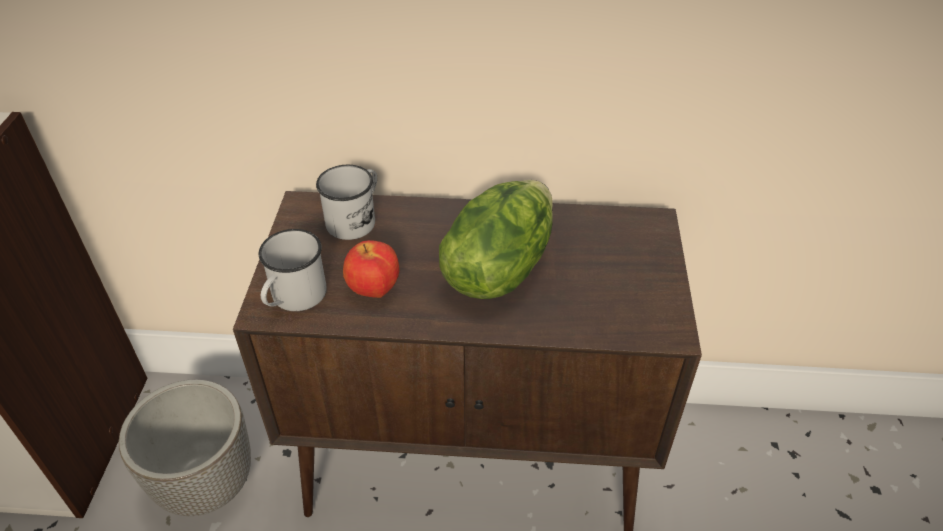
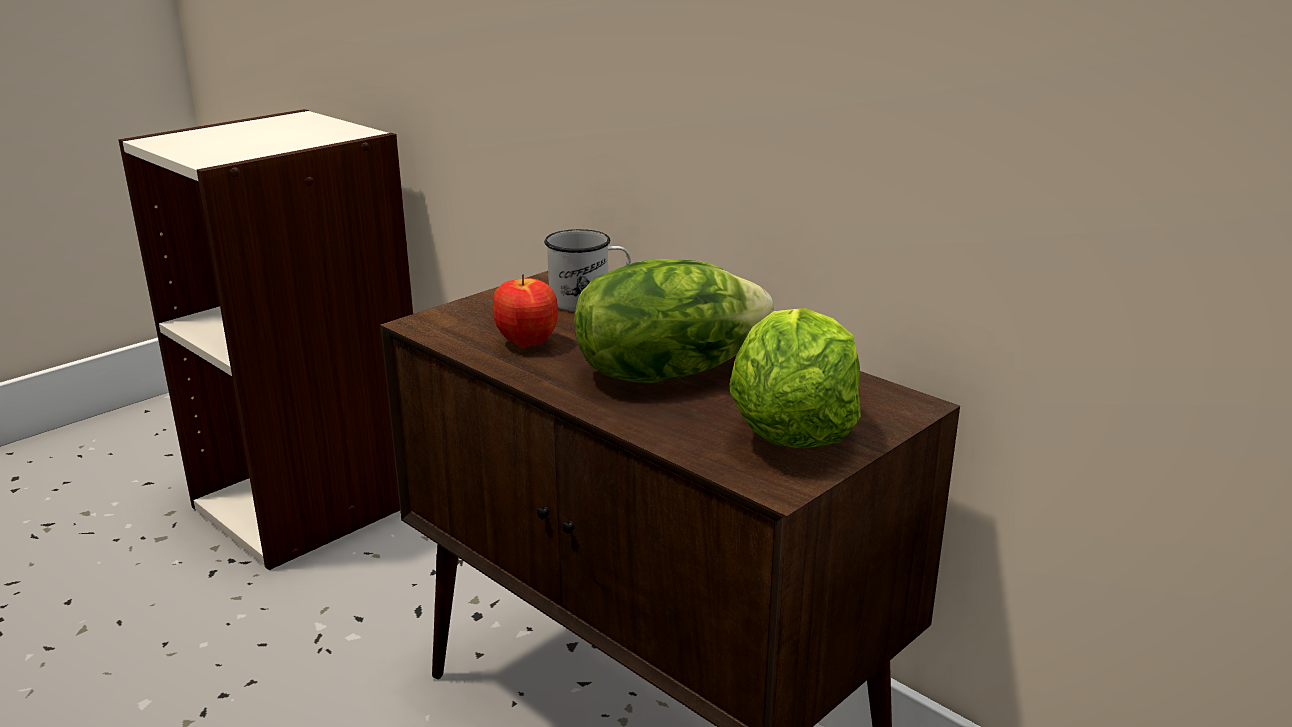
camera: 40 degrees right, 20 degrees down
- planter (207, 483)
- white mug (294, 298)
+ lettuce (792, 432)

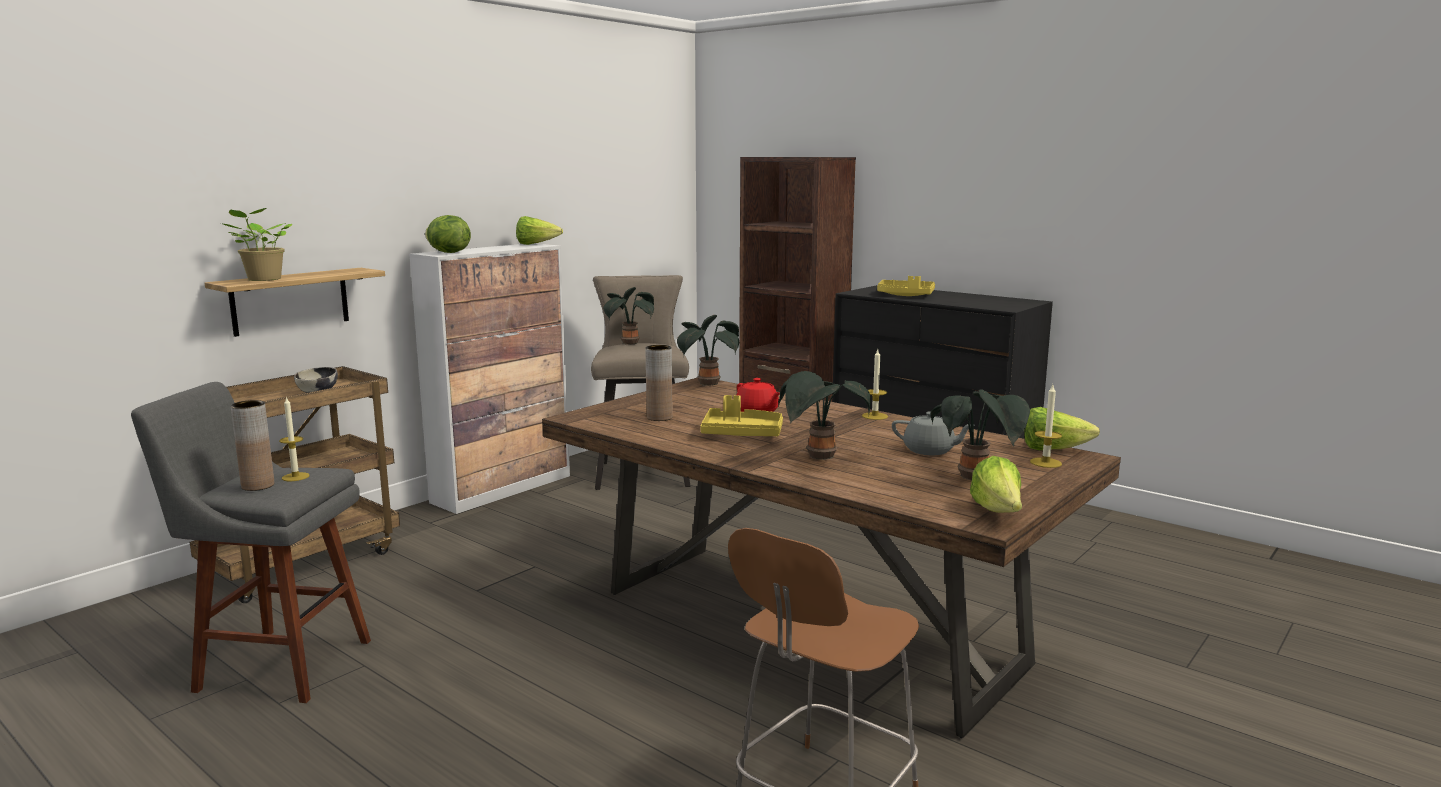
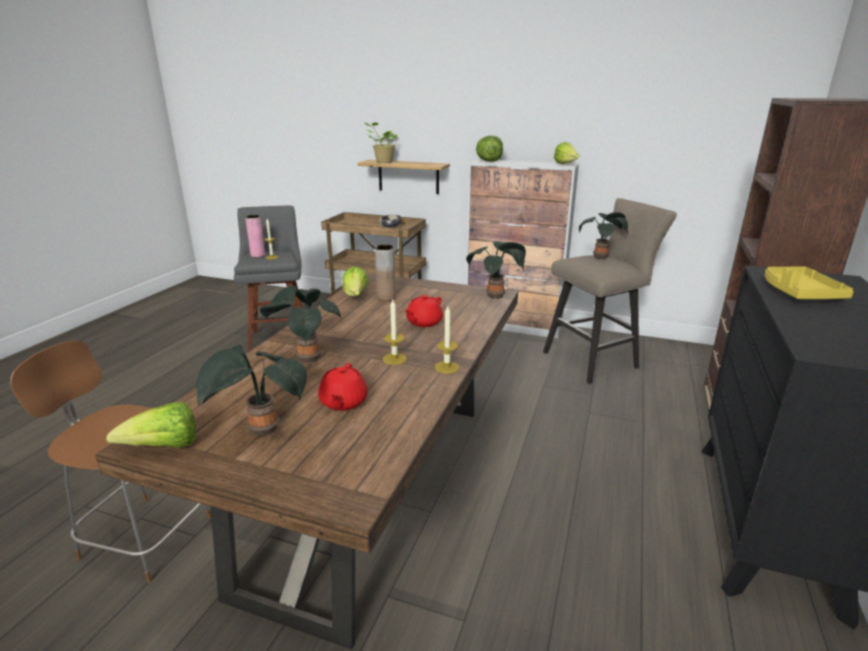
camera: 70 degrees right, 10 degrees up
- yellow tray (742, 434)
~ lettuce (1053, 450) to (356, 296)
~ candle (1045, 463) to (394, 359)
~ brown vase (258, 486) to pink vase (258, 255)
~ grey teapot (930, 451) to red teapot (343, 402)

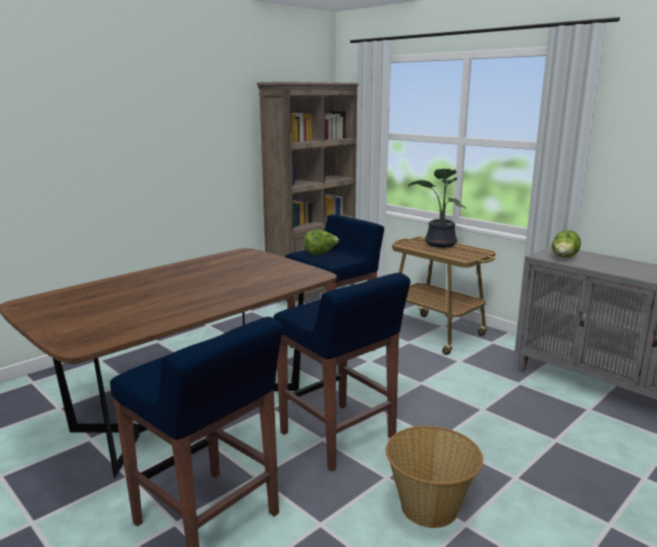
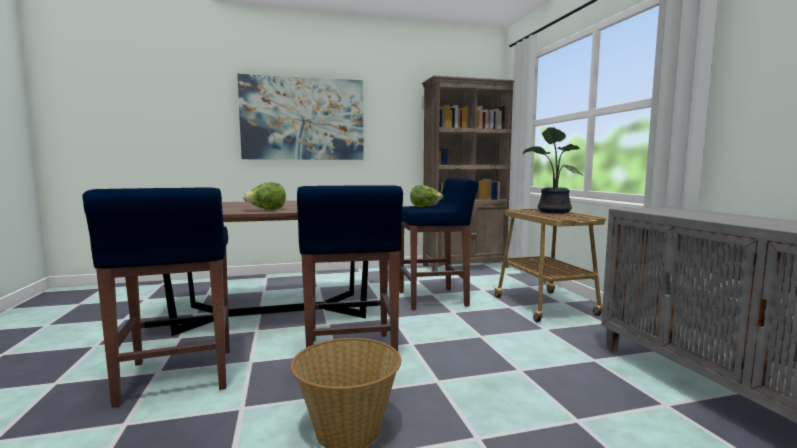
camera: 30 degrees right, 10 degrees down
+ picture (303, 119)
~ lettuce (564, 258) to (266, 210)

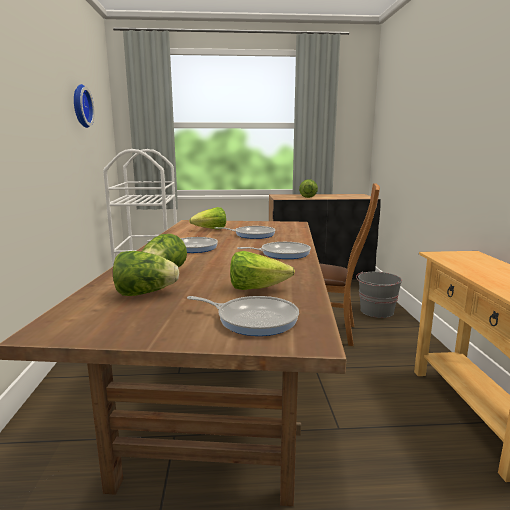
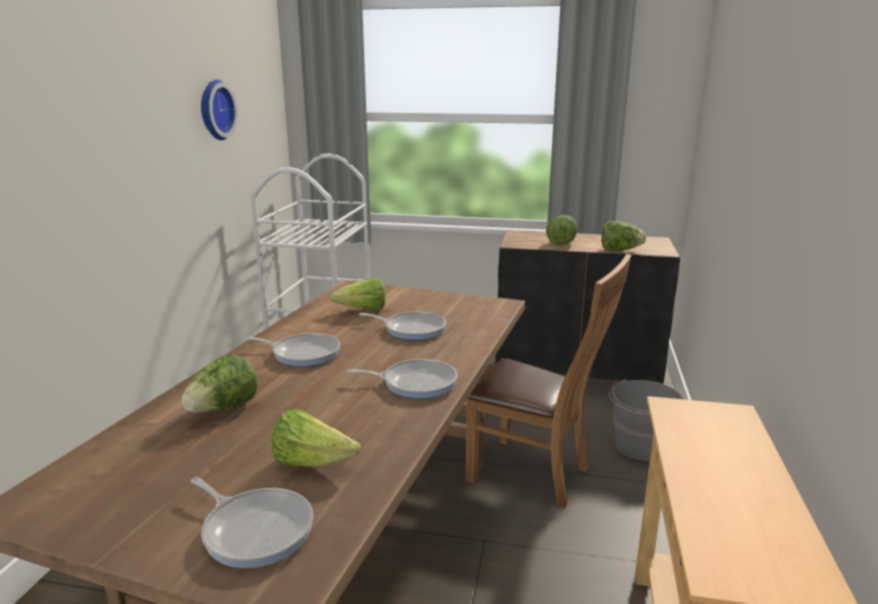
camera: 15 degrees right, 5 degrees up
~ lettuce (145, 293) to (620, 250)

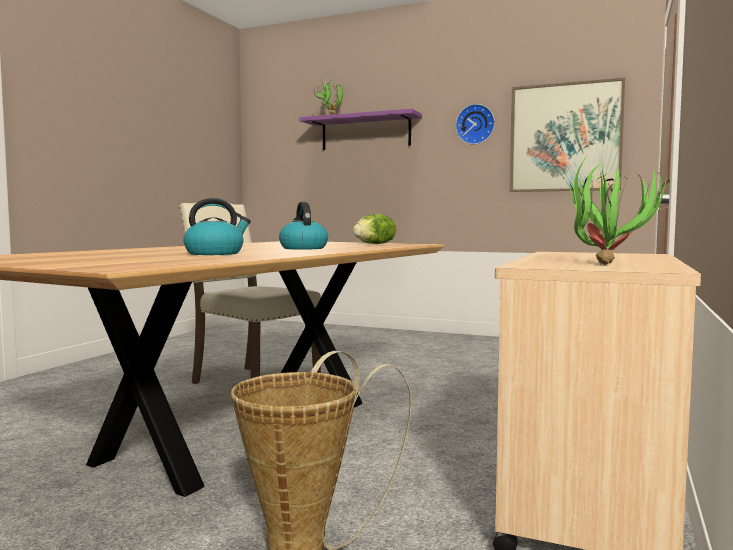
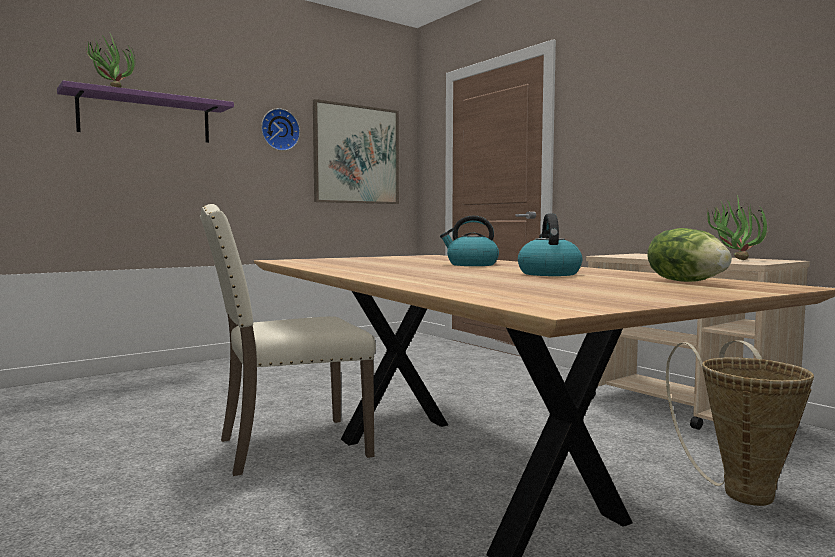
camera: 60 degrees left, 0 degrees up
~ lettuce (375, 244) to (686, 282)

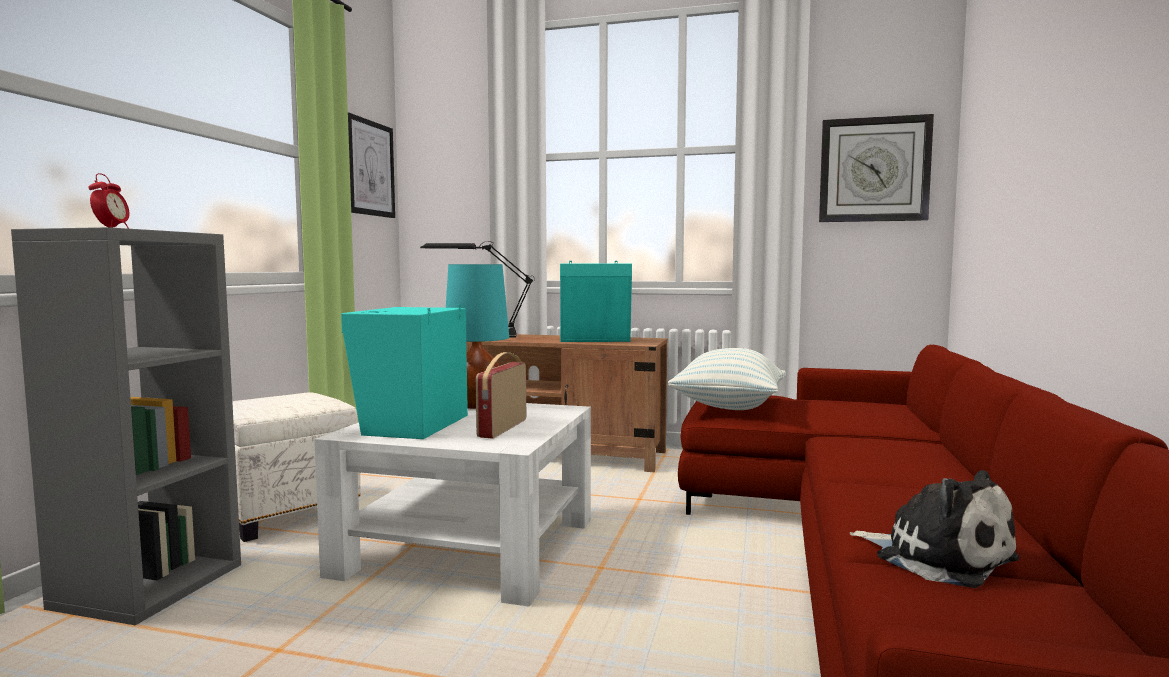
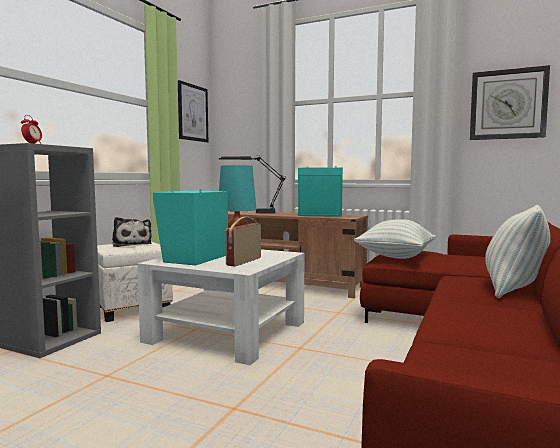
camera: 10 degrees right, 0 degrees up
+ pillow (514, 289)
~ plush toy (937, 557) to (131, 244)

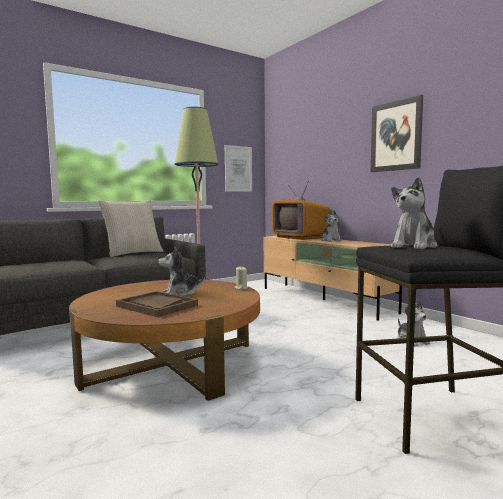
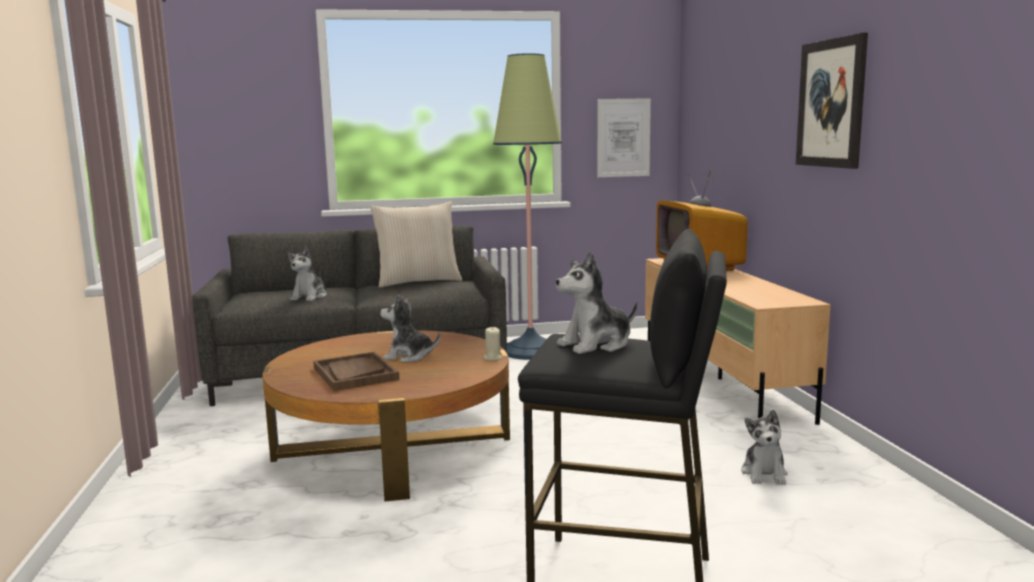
camera: 25 degrees right, 5 degrees up
~ plush toy (331, 240) to (309, 297)

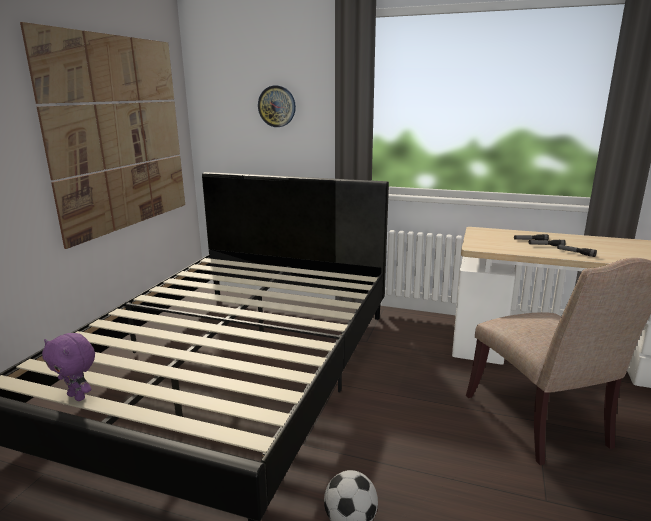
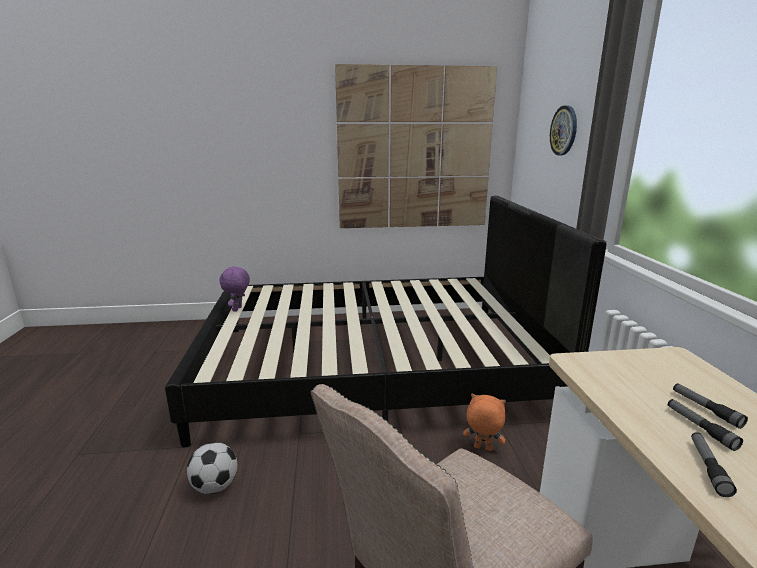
camera: 65 degrees right, 0 degrees up
+ orange plush toy (482, 448)

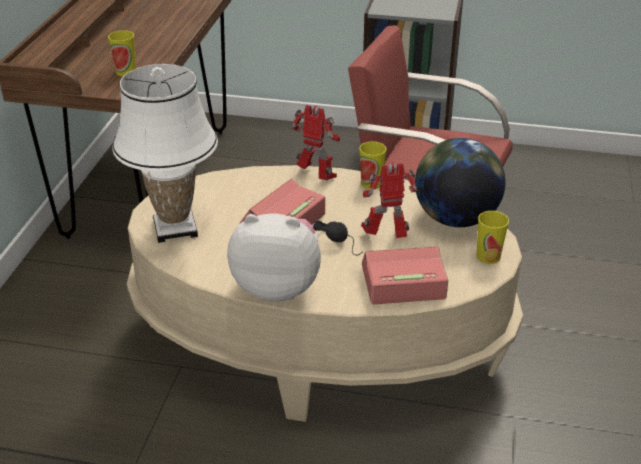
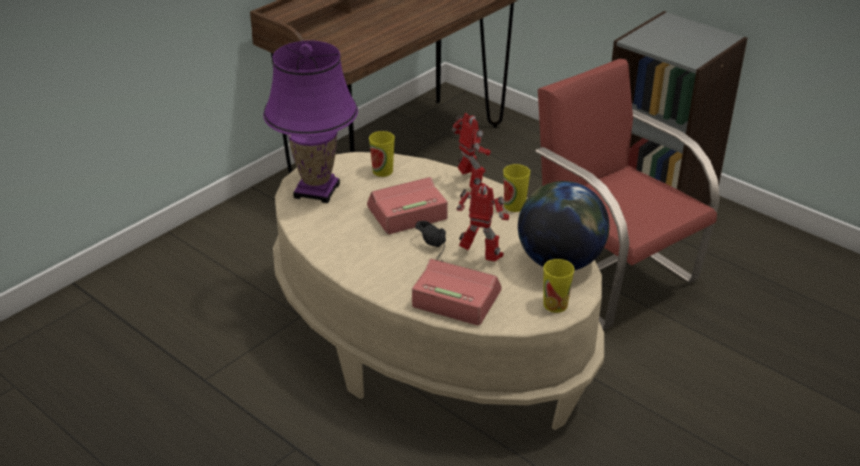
camera: 30 degrees right, 0 degrees up
- plush toy (277, 286)
~ cup (126, 72) to (382, 171)
~ white table lamp (176, 228) to purple table lamp (317, 190)

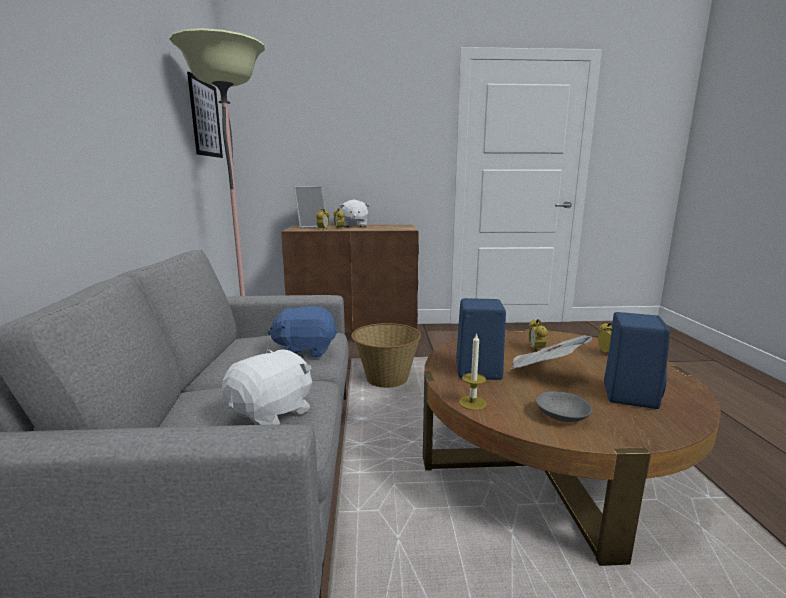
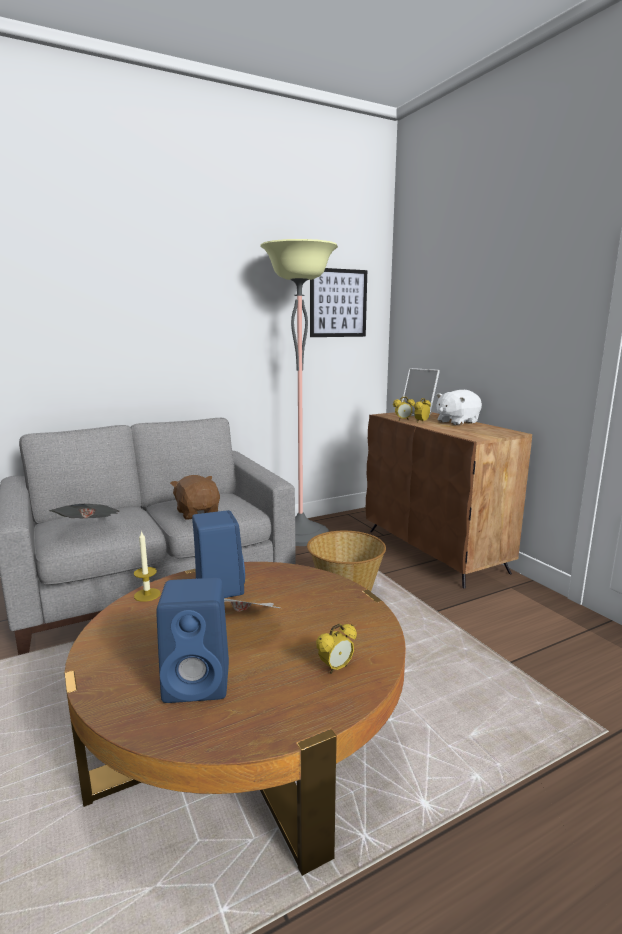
camera: 65 degrees right, 0 degrees up
- alarm clock (536, 349)
- grey bowl (562, 415)
~ white plush toy (272, 413) to newspaper (89, 528)
~ blue plush toy (305, 350) to brown plush toy (198, 513)

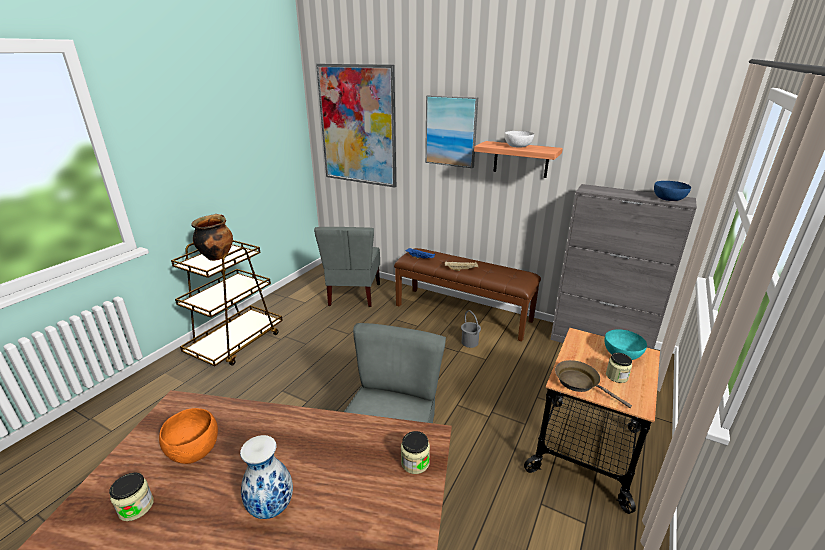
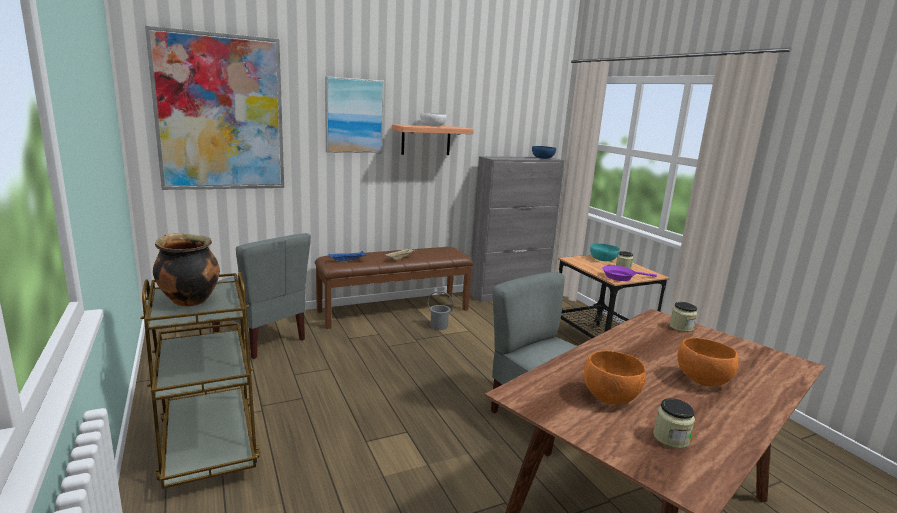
camera: 55 degrees left, 10 degrees down
~ vase (270, 508) to orange bowl (702, 381)
~ brown frying pan (580, 383) to purple frying pan (621, 277)

